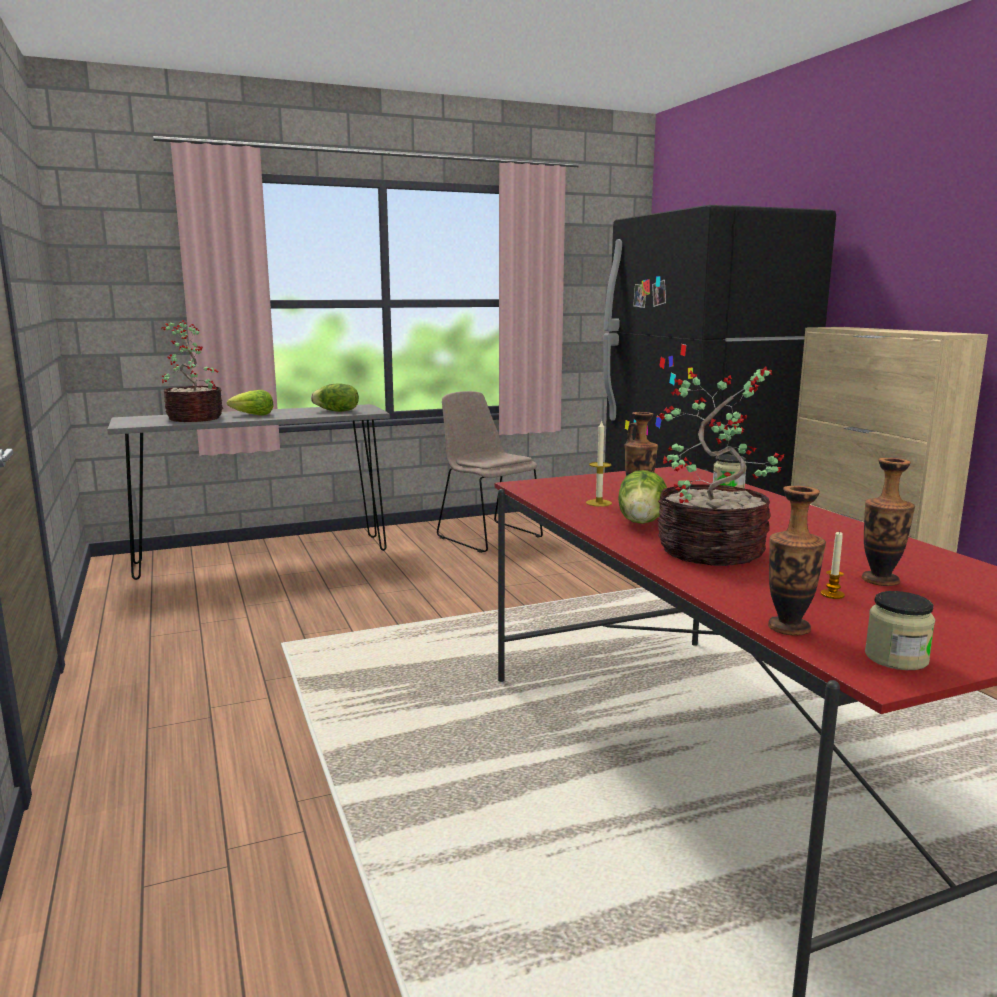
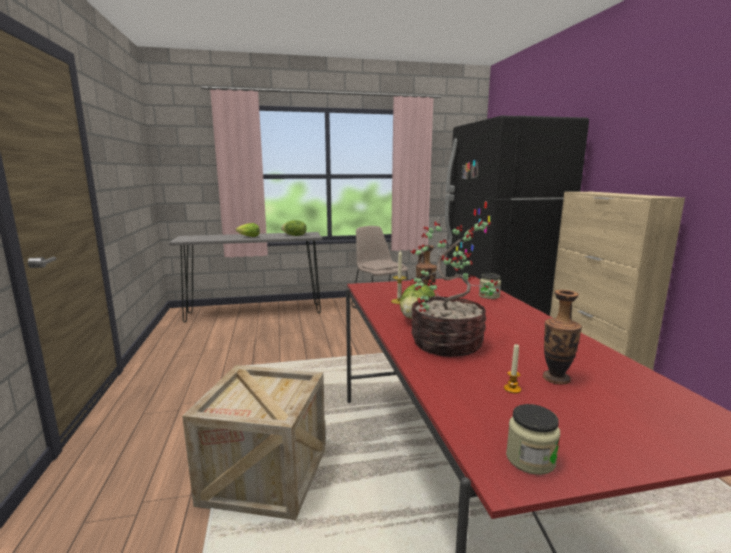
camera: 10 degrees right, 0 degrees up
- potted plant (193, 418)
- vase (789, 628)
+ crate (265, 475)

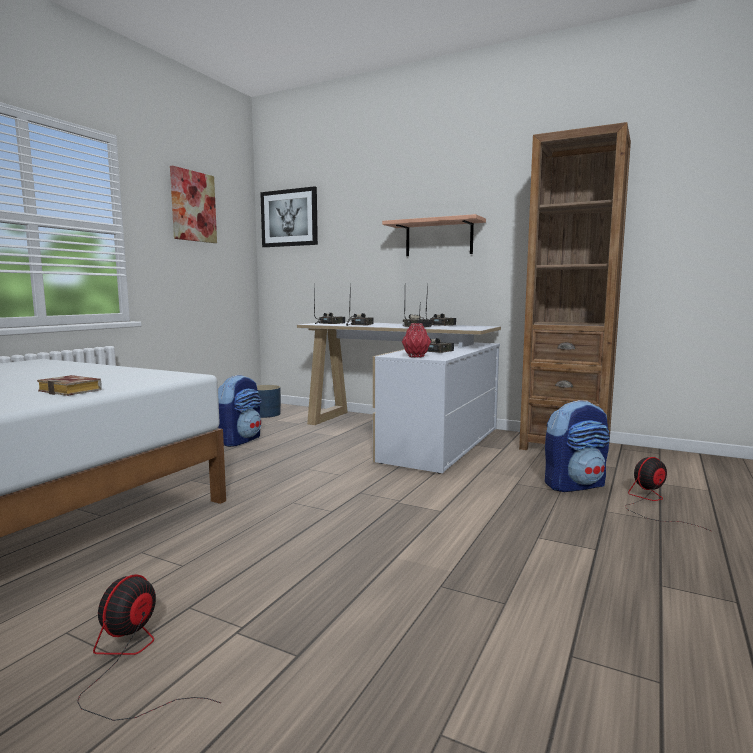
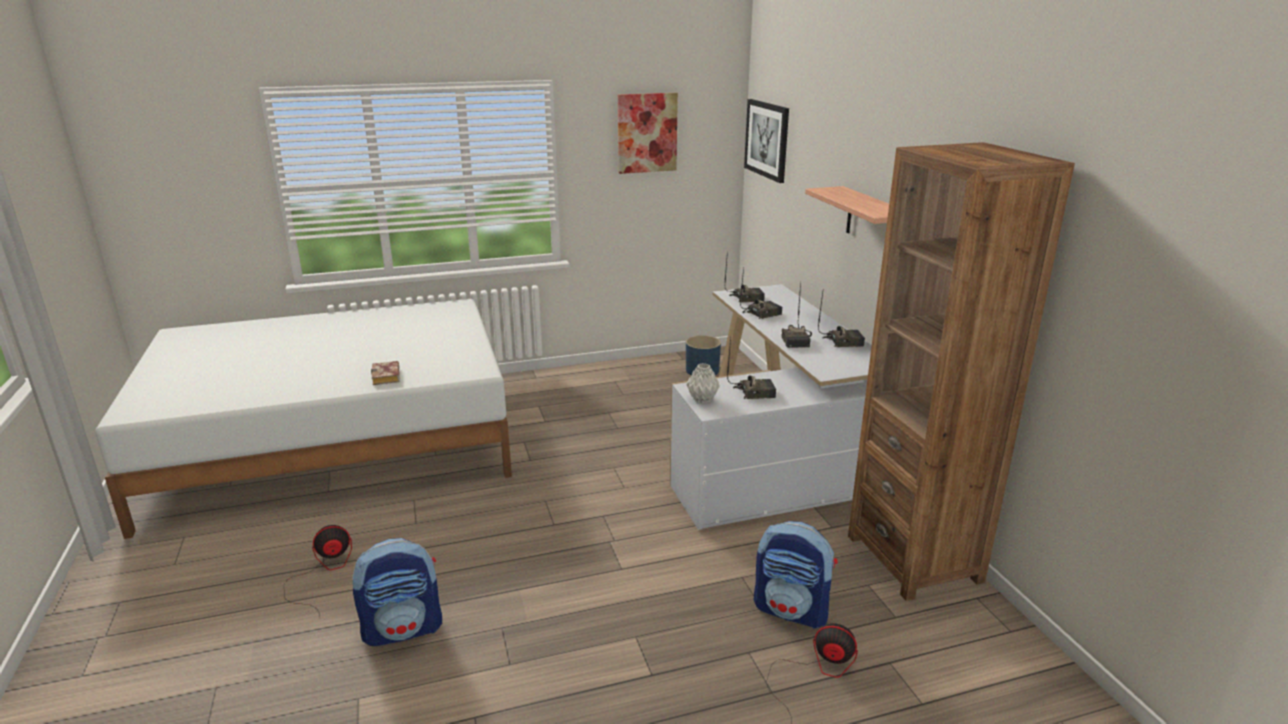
camera: 45 degrees right, 15 degrees up
~ backpack (240, 440) to (403, 629)
~ red vase (416, 356) to grey vase (702, 400)

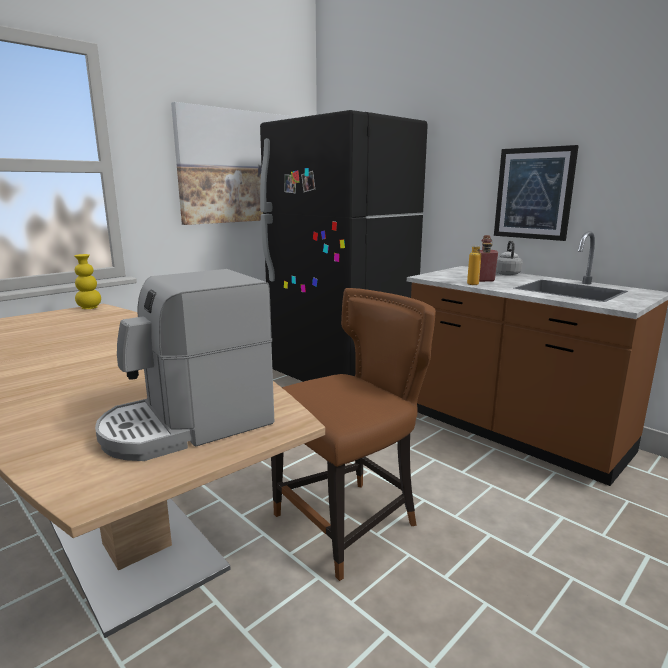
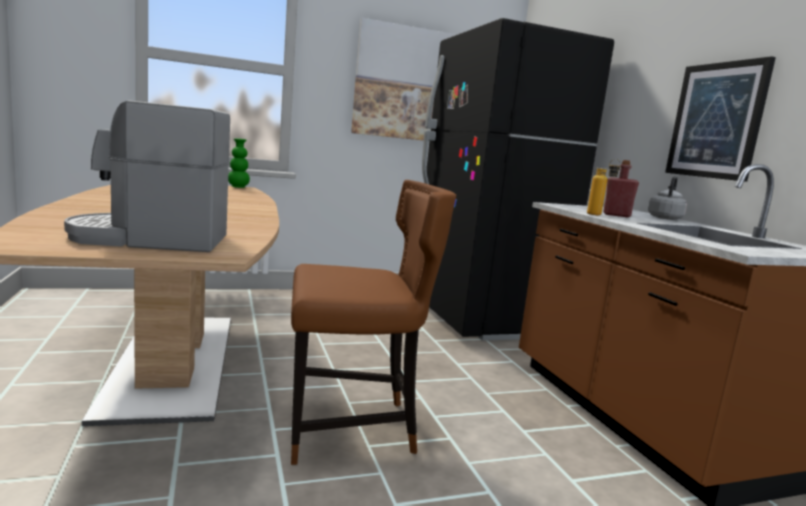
camera: 25 degrees right, 5 degrees down
~ yellow vase (89, 308) to green vase (238, 187)

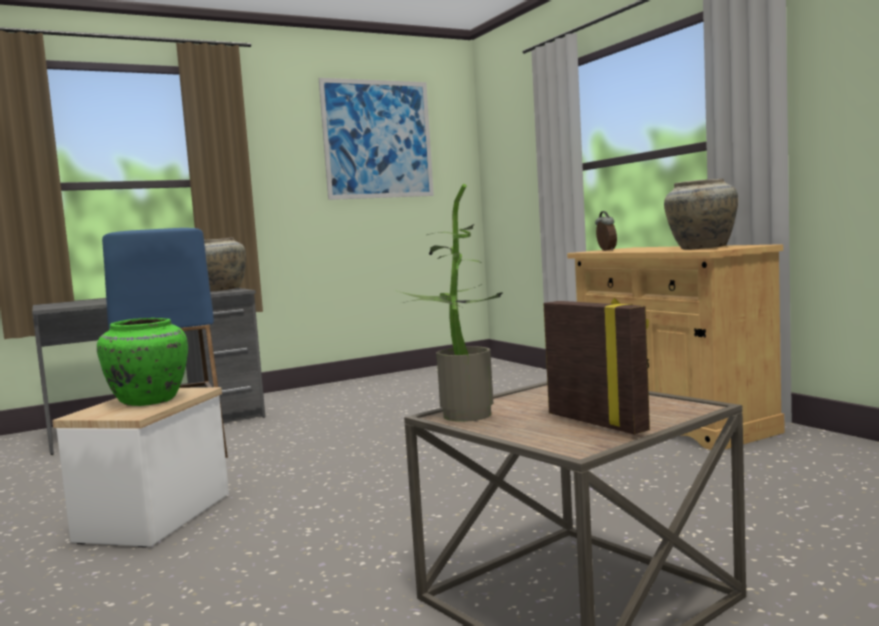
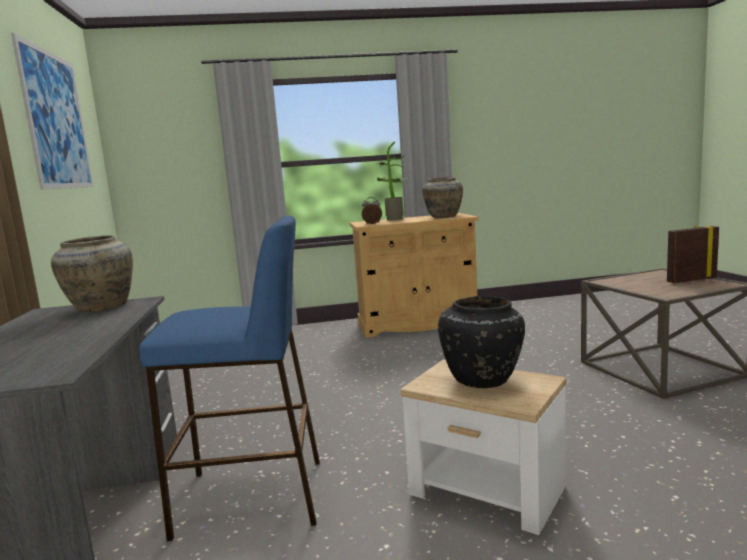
camera: 70 degrees left, 5 degrees up
~ potted plant (459, 416) to (394, 219)
~ green vase (148, 401) to black vase (483, 380)

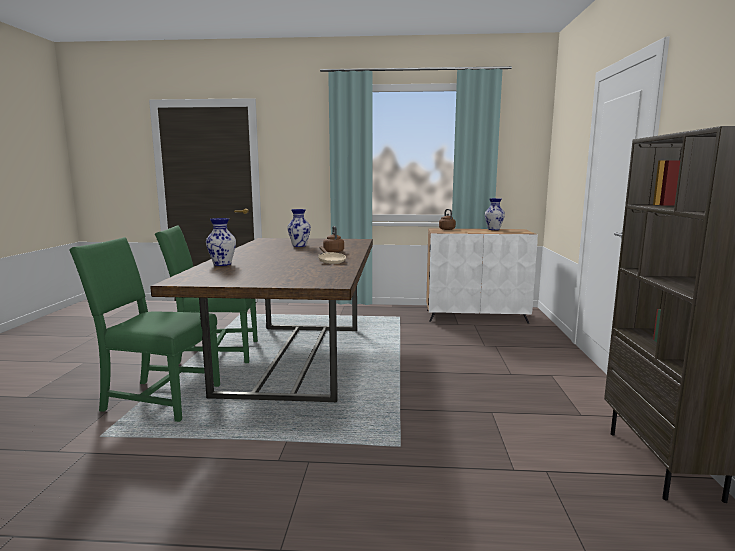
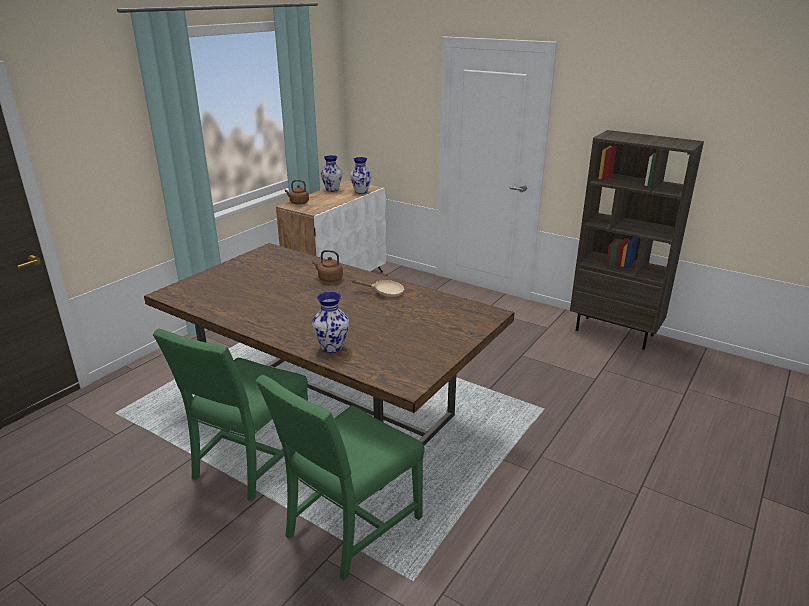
camera: 60 degrees left, 15 degrees up
~ vase (299, 245) to (361, 191)

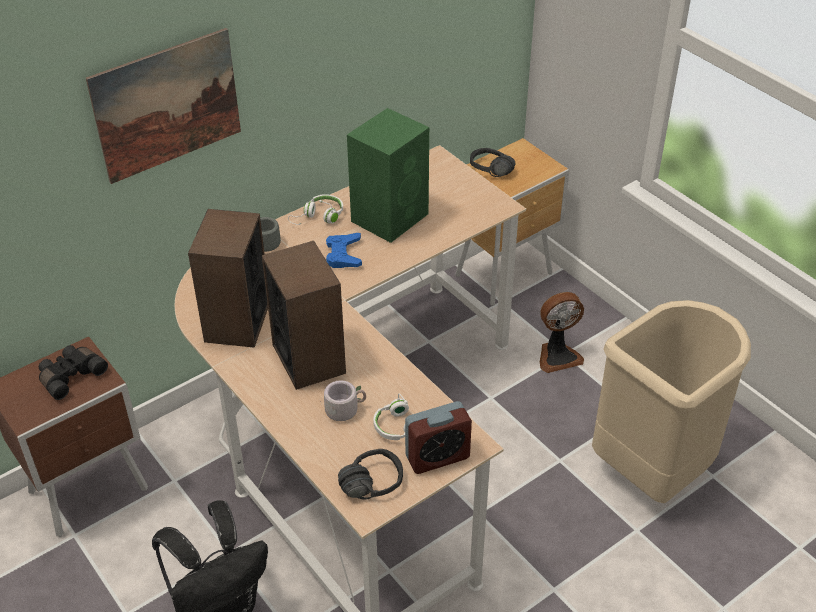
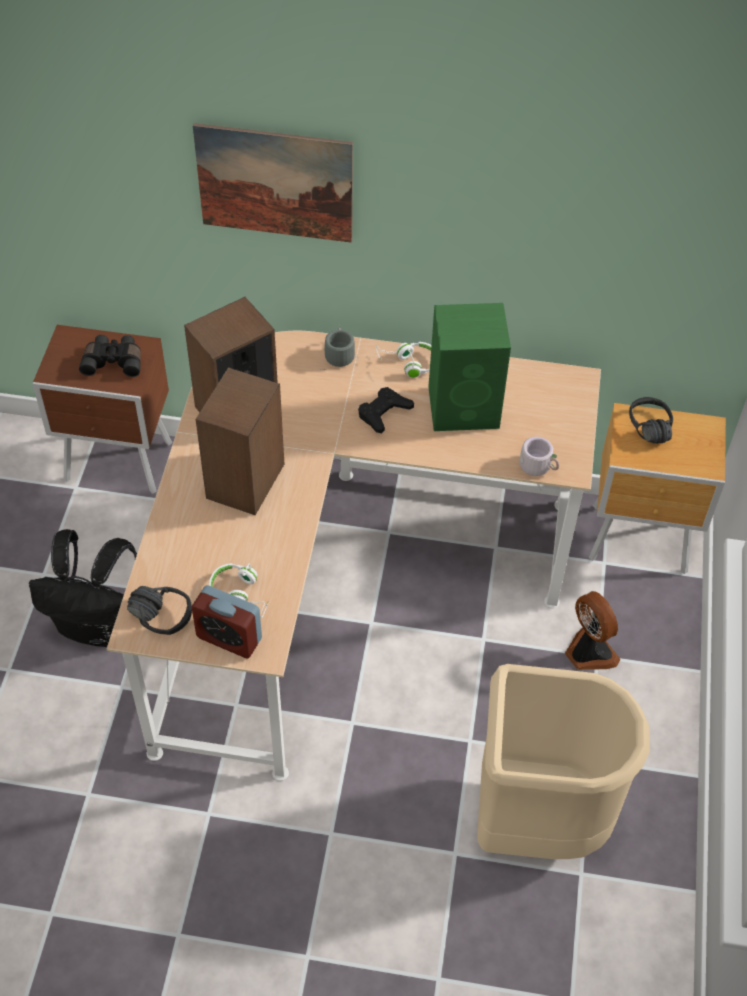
camera: 45 degrees right, 10 degrees up
~ grey mug (345, 408) to (539, 465)
~ blue game controller (344, 254) to black game controller (384, 413)
~ fan (557, 356) = (588, 652) 150 degrees counterclockwise

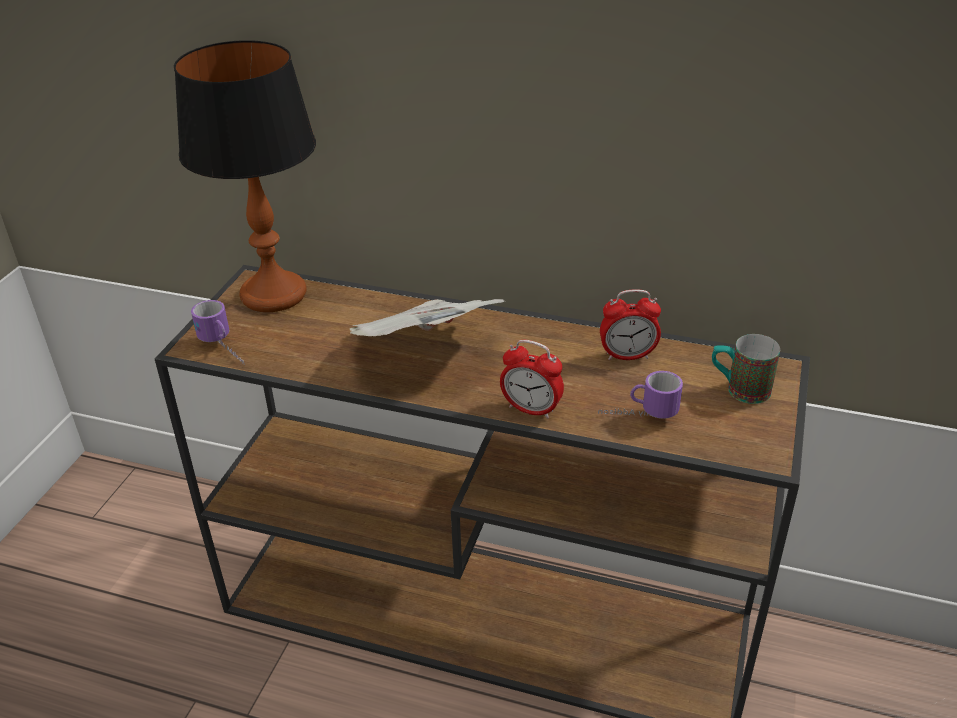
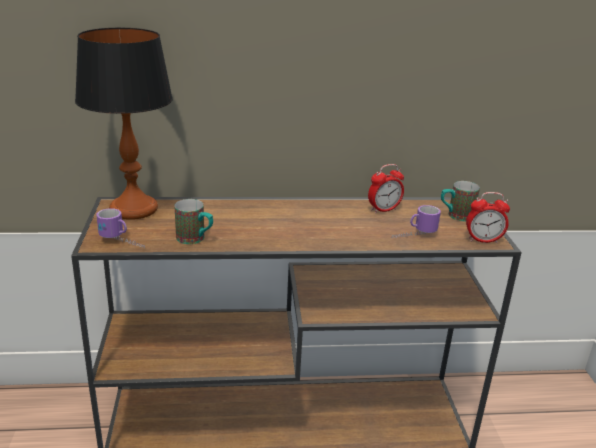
camera: 25 degrees left, 10 degrees down
- newspaper (427, 350)
+ mug (195, 239)
~ alarm clock (531, 409) to (483, 240)

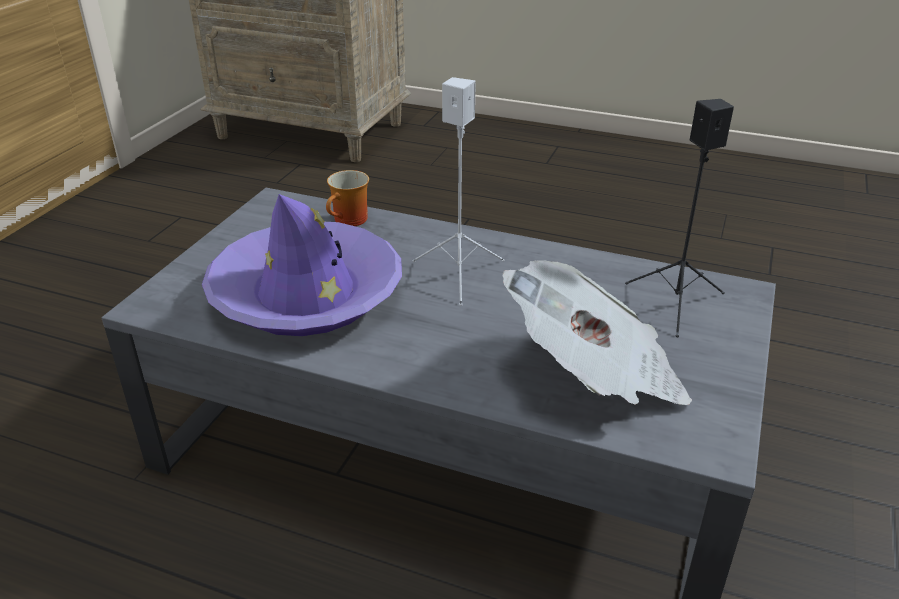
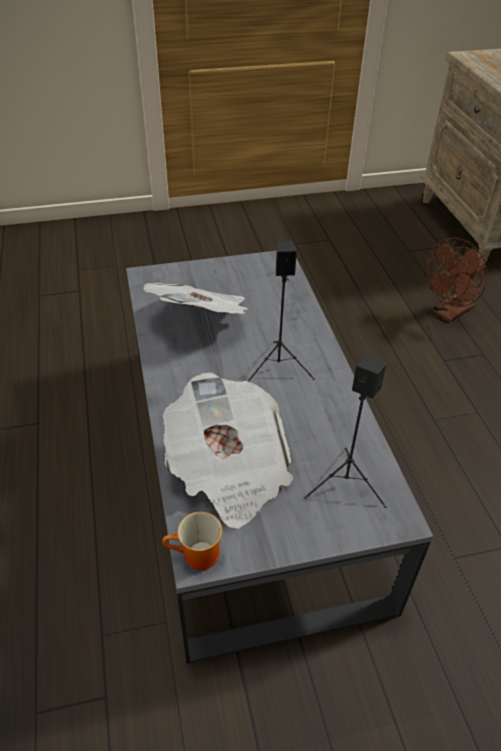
camera: 55 degrees right, 10 degrees up
+ brown fan (448, 313)
~ mug (350, 221) to (197, 558)
~ purple hat (306, 294) to newspaper (202, 319)
~ white speaker (460, 274) to black speaker (279, 367)

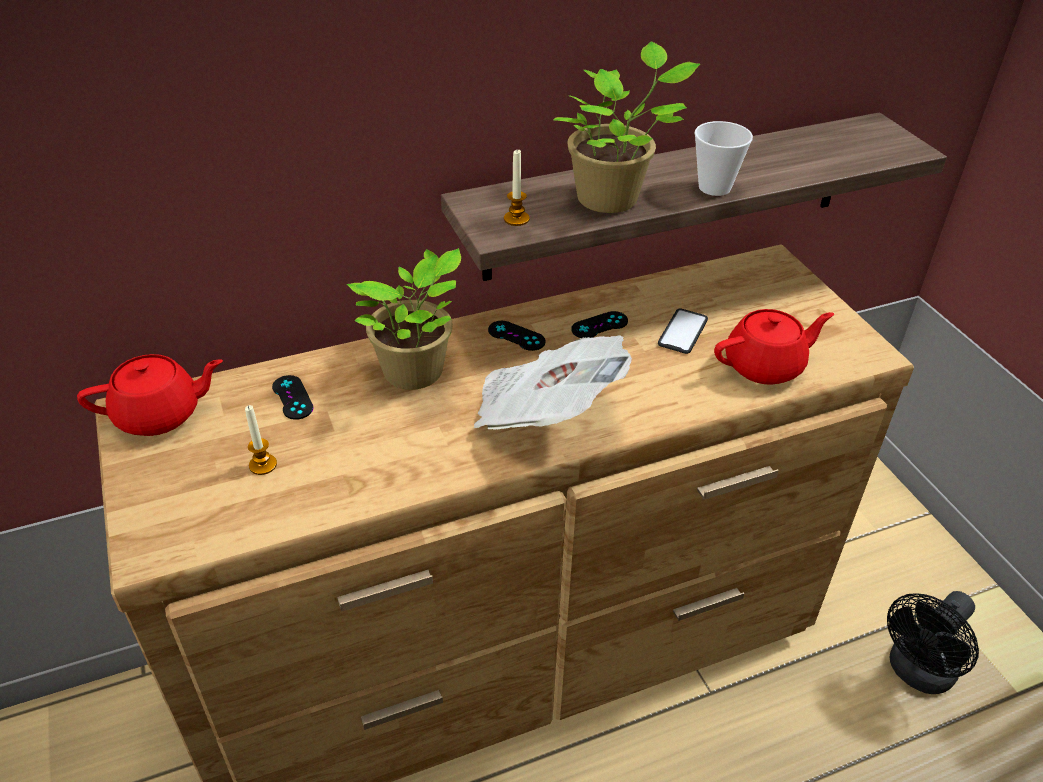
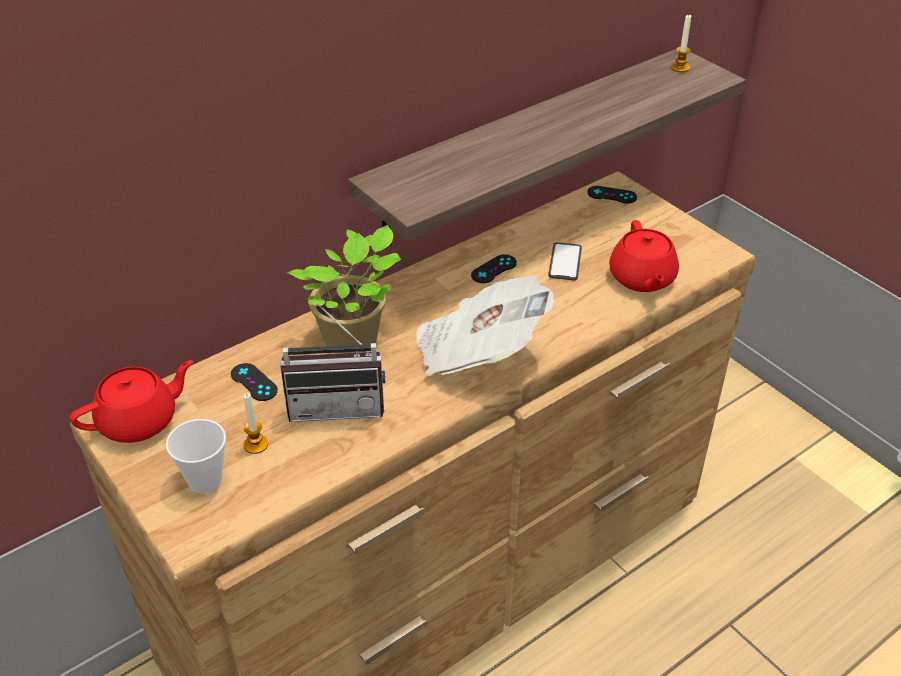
camera: 15 degrees left, 0 degrees up
- potted plant (612, 198)
- black fan (916, 673)
+ radio (337, 405)
~ black game controller (516, 336) to (612, 195)
~ candle (516, 219) to (680, 68)
~ cup (714, 187) to (205, 480)
~ red teapot (765, 366) = (642, 279) 120 degrees clockwise

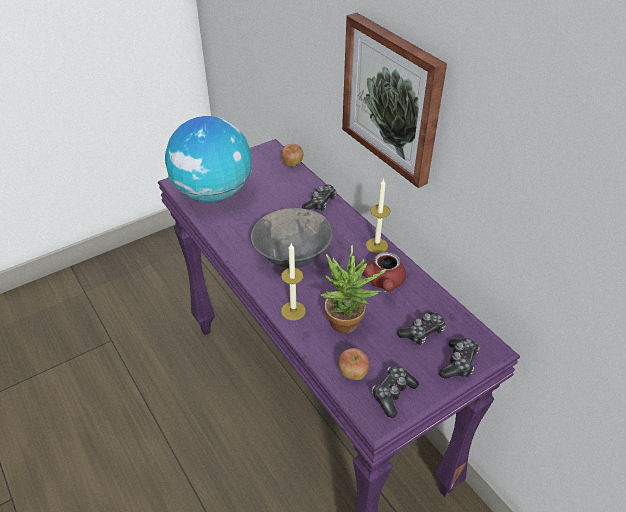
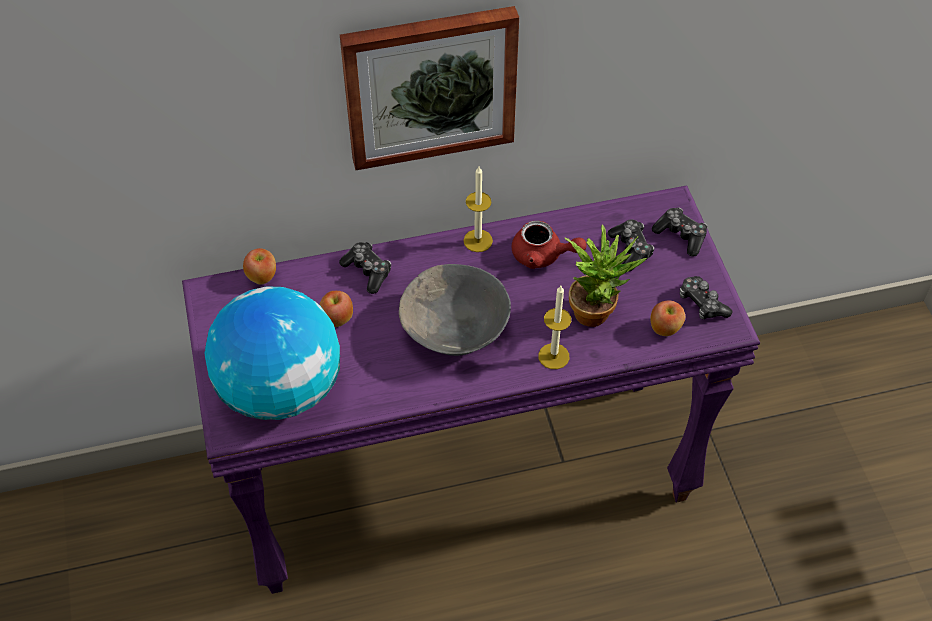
camera: 70 degrees left, 10 degrees up
+ apple (337, 319)

